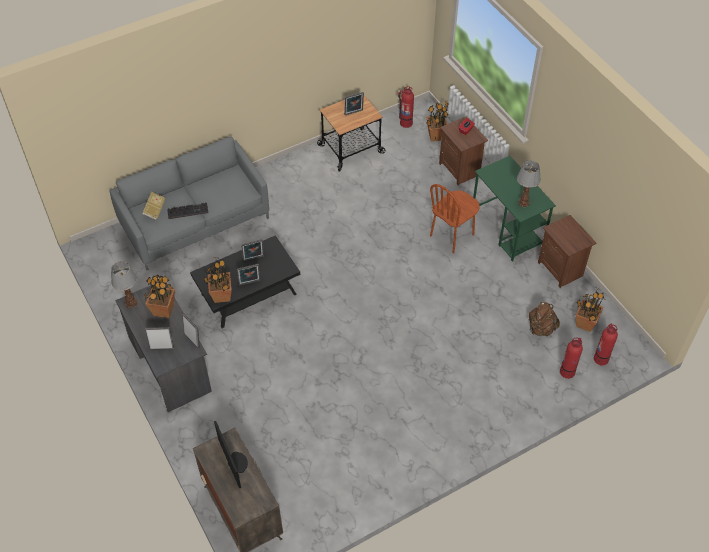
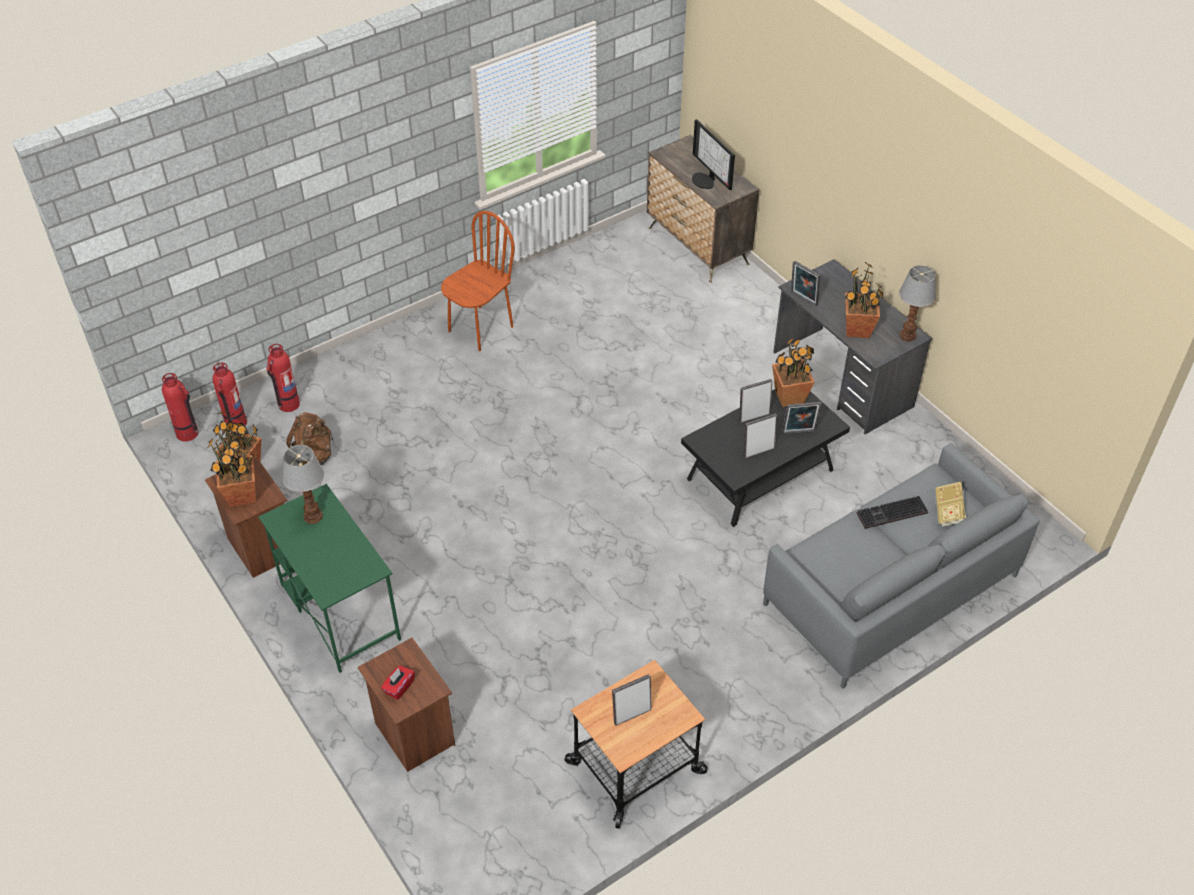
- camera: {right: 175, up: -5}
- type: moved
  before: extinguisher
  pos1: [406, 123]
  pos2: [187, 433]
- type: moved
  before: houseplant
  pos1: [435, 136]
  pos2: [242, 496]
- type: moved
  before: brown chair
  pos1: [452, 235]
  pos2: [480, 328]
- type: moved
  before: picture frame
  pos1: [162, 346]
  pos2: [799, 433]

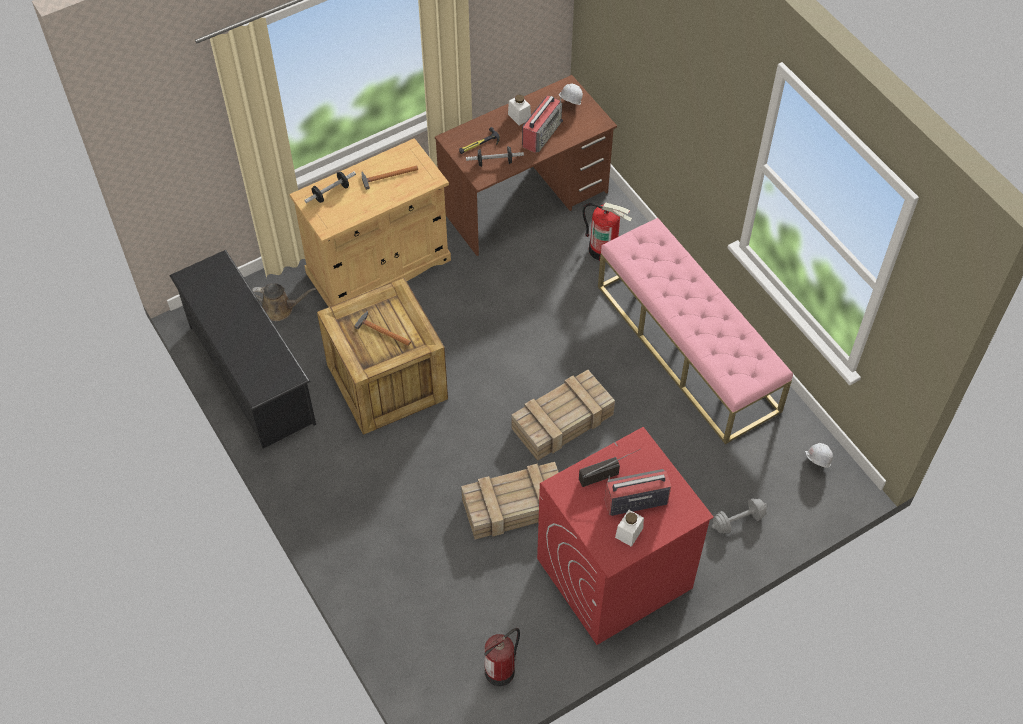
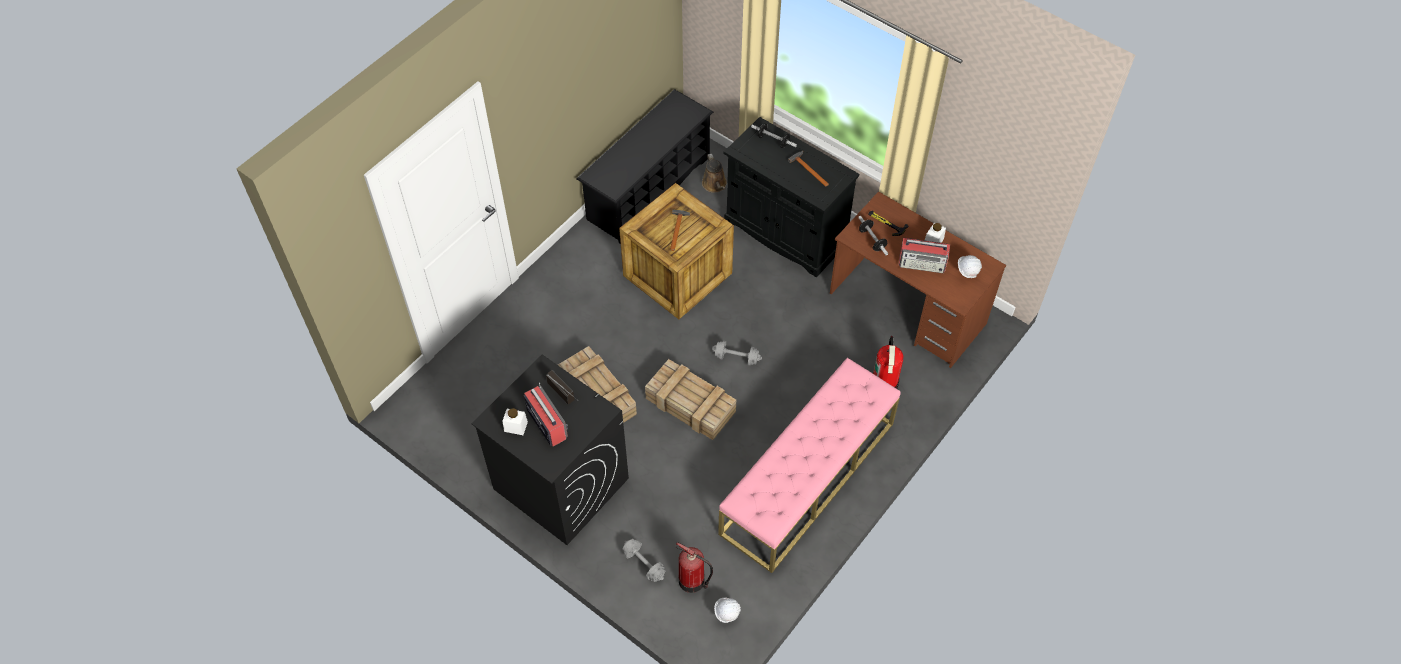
- camera: {right: 70, up: 0}
- type: recoloured
  before: sand-coloured cupboard
  after: blackish cupboard
  pos1: [379, 267]
  pos2: [785, 232]
- type: recoloured
  before: red washing machine
  after: blackish washing machine
  pos1: [614, 574]
  pos2: [560, 483]
- type: moved
  before: extinguisher
  pos1: [501, 670]
  pos2: [693, 581]
- type: added
  after: greyish hand weight
  pos2: [736, 358]

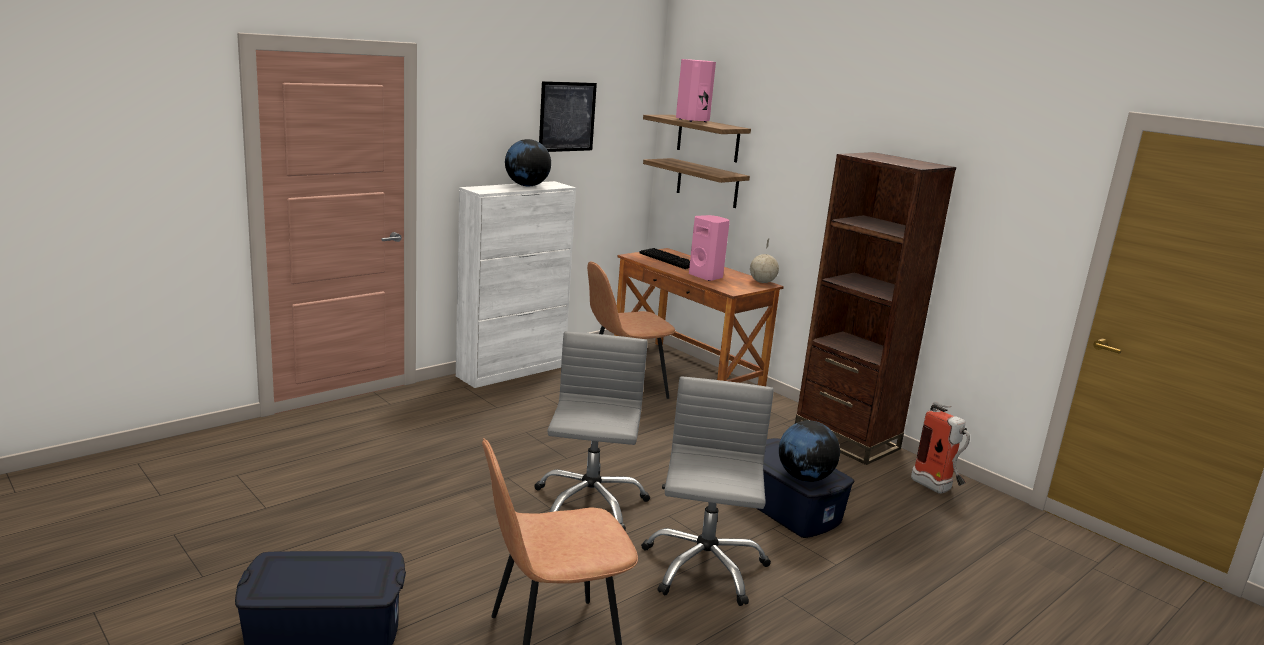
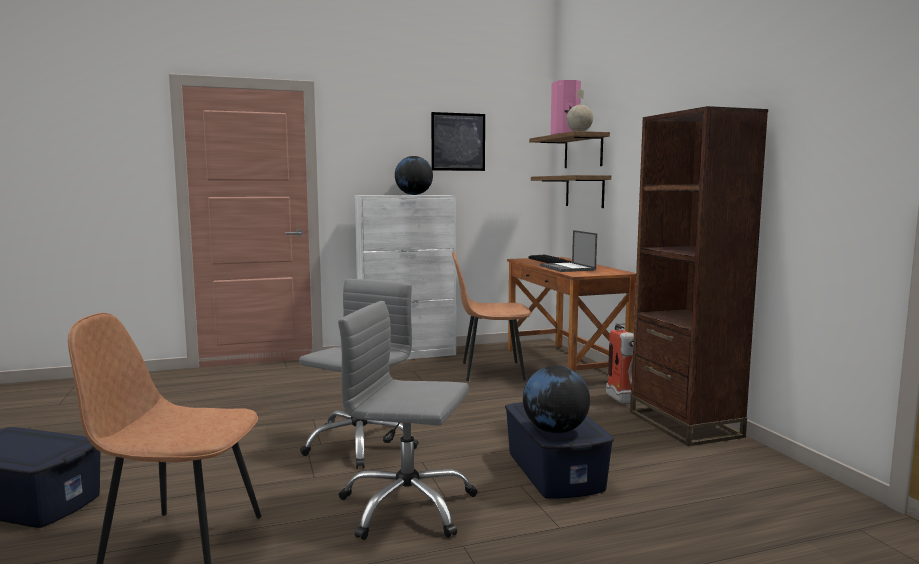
- camera: {right: 25, up: -10}
- type: replaced
  before: pink loudspeaker
  after: portable computer
  pos1: [706, 276]
  pos2: [568, 268]
- type: moved
  before: globe
  pos1: [762, 282]
  pos2: [579, 132]
- type: turned
  before: greyish office chair
  pos1: [703, 567]
  pos2: [407, 507]
  turn: -105
- type: moved
  before: extinguisher
  pos1: [937, 489]
  pos2: [623, 401]

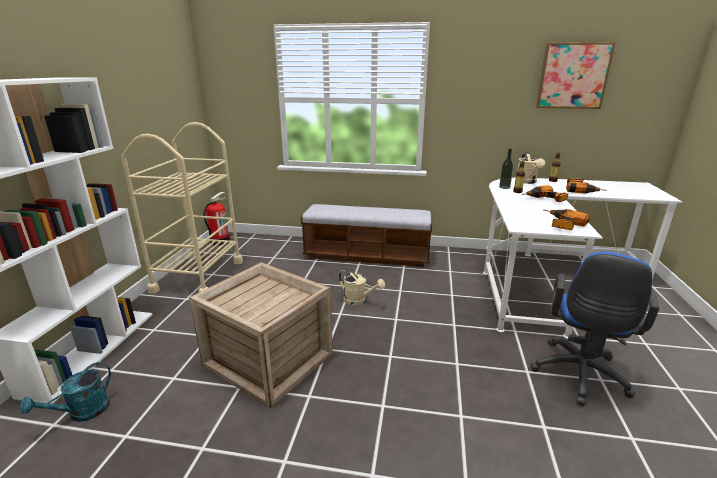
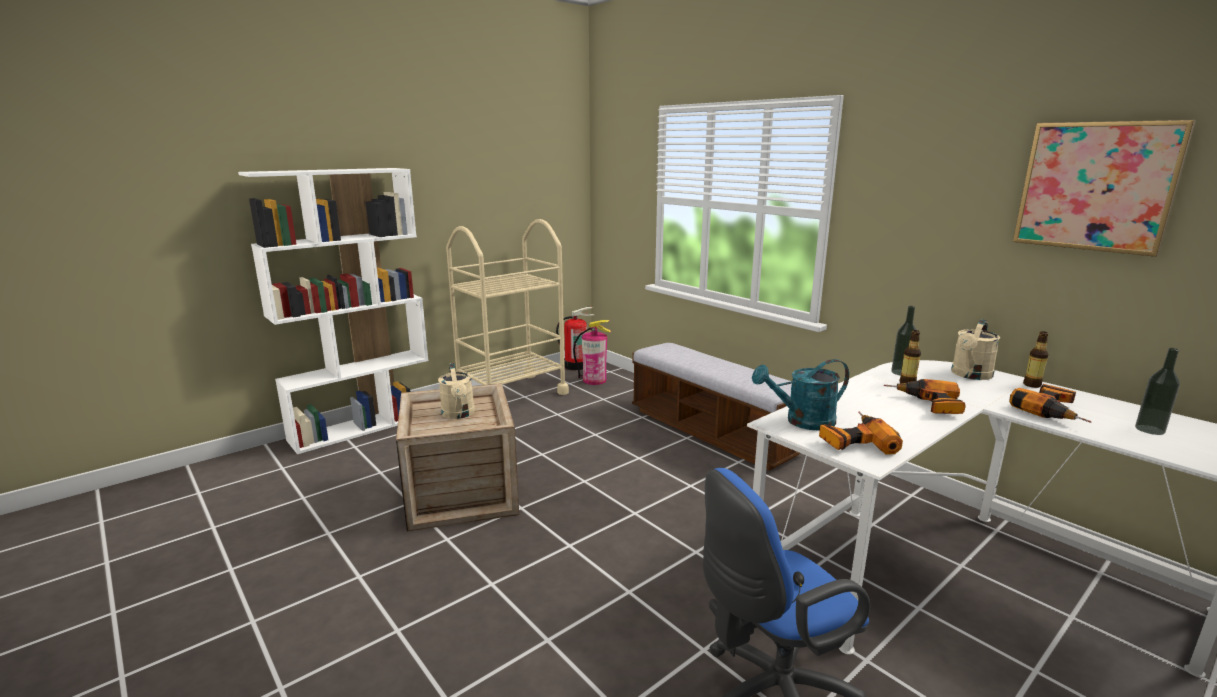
- camera: {right: 40, up: -5}
- type: moved
  before: sand-coloured watering pot
  pos1: [359, 300]
  pos2: [459, 414]
- type: moved
  before: blue-green watering pot
  pos1: [82, 413]
  pos2: [802, 422]
- type: added
  after: extinguisher
  pos2: [594, 380]
- type: added
  after: drink bottle
  pos2: [1149, 429]

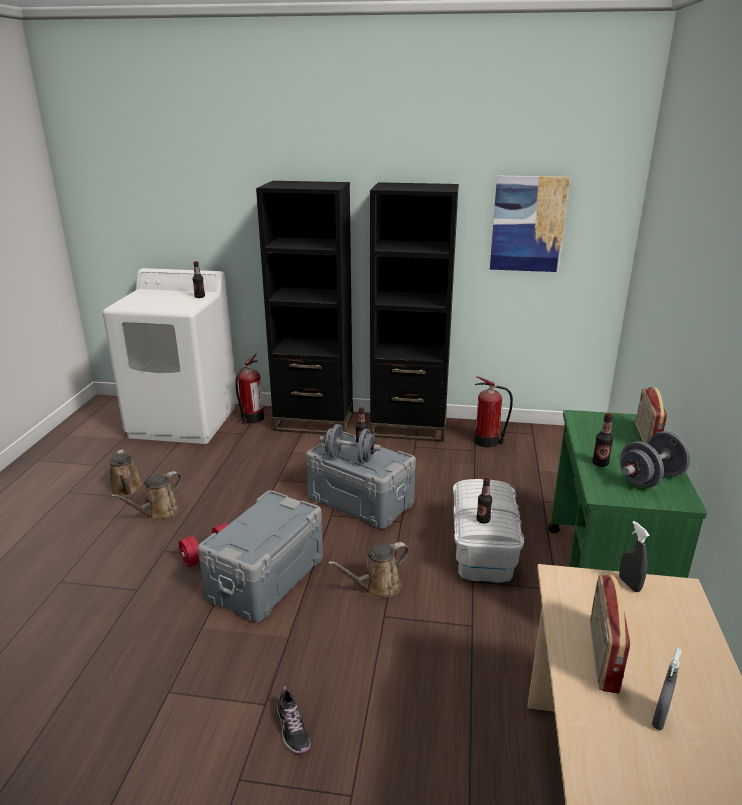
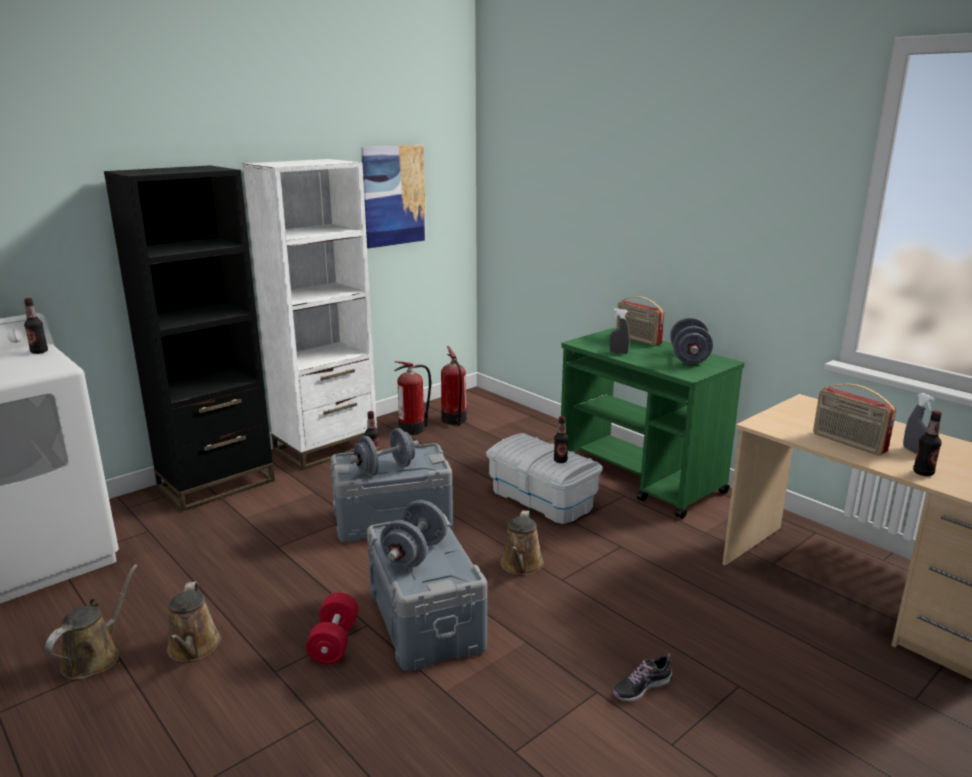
- camera: {right: -50, up: -5}
- type: recoloured
  before: blackish shelving unit
  after: white-coloured shelving unit
  pos1: [409, 427]
  pos2: [326, 447]
- type: moved
  before: extinguisher
  pos1: [251, 419]
  pos2: [454, 420]
- type: moved
  before: drink bottle
  pos1: [600, 463]
  pos2: [923, 473]
- type: turned
  before: brown watering pot
  pos1: [127, 490]
  pos2: [95, 657]
  turn: -90
- type: moved
  before: greyish spray bottle
  pos1: [629, 584]
  pos2: [618, 353]
- type: turned
  before: shoe
  pos1: [292, 729]
  pos2: [641, 687]
  turn: 135
- type: added
  after: greyish hand weight
  pos2: [415, 554]

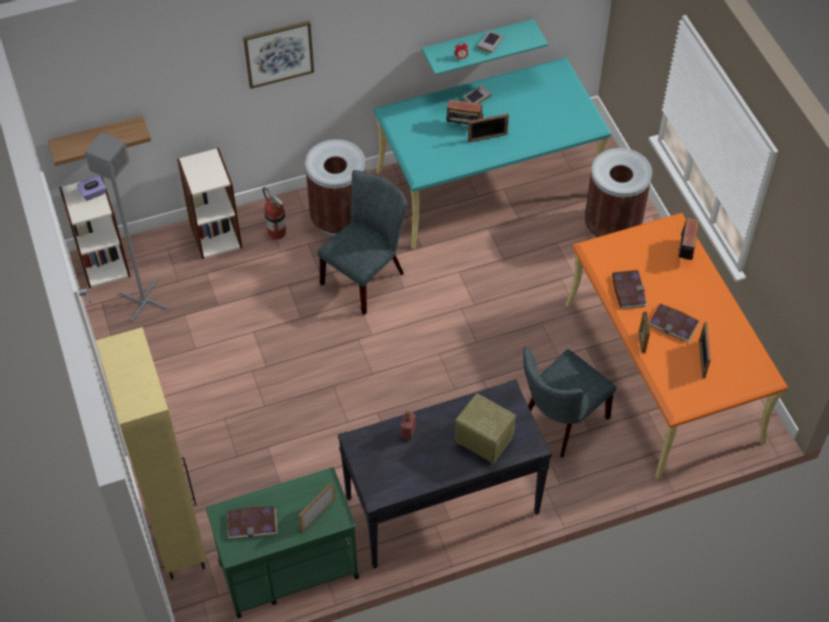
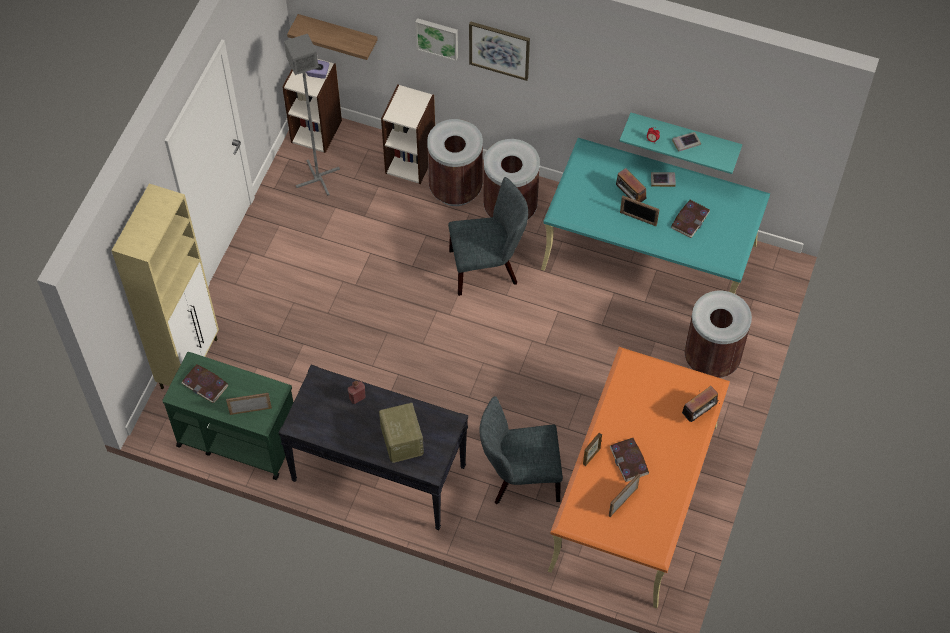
- camera: {right: 40, up: 5}
- type: replaced
  before: extinguisher
  after: brown trash can
  pos1: [277, 232]
  pos2: [455, 189]
- type: moved
  before: book
  pos1: [628, 291]
  pos2: [690, 219]
- type: added
  after: wall picture
  pos2: [437, 37]

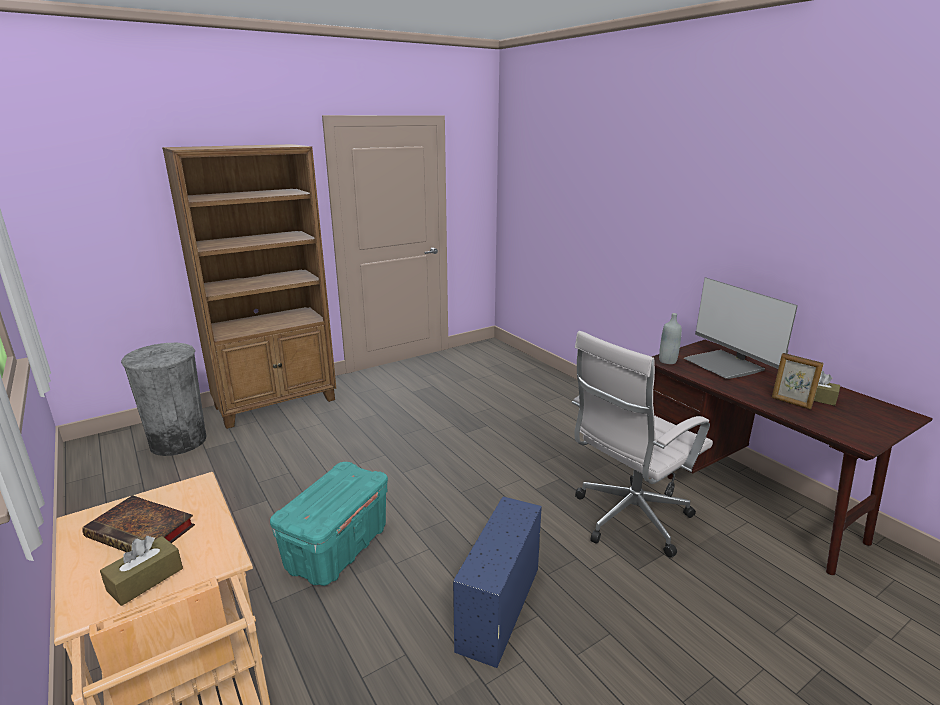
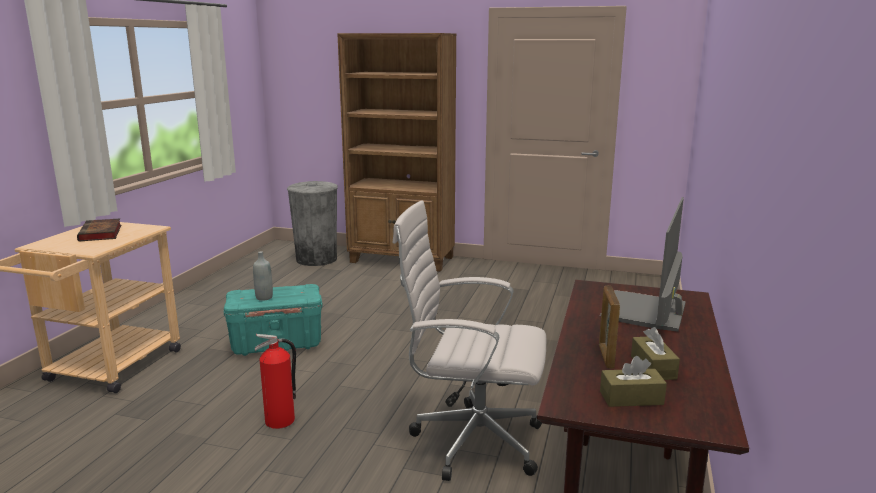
- camera: {right: 50, up: -5}
- type: moved
  before: greyish drink bottle
  pos1: [667, 361]
  pos2: [264, 297]
- type: replaced
  before: blue-coloured storage box
  after: extinguisher
  pos1: [498, 609]
  pos2: [280, 421]
- type: moved
  before: brown tissue holder
  pos1: [145, 579]
  pos2: [631, 398]

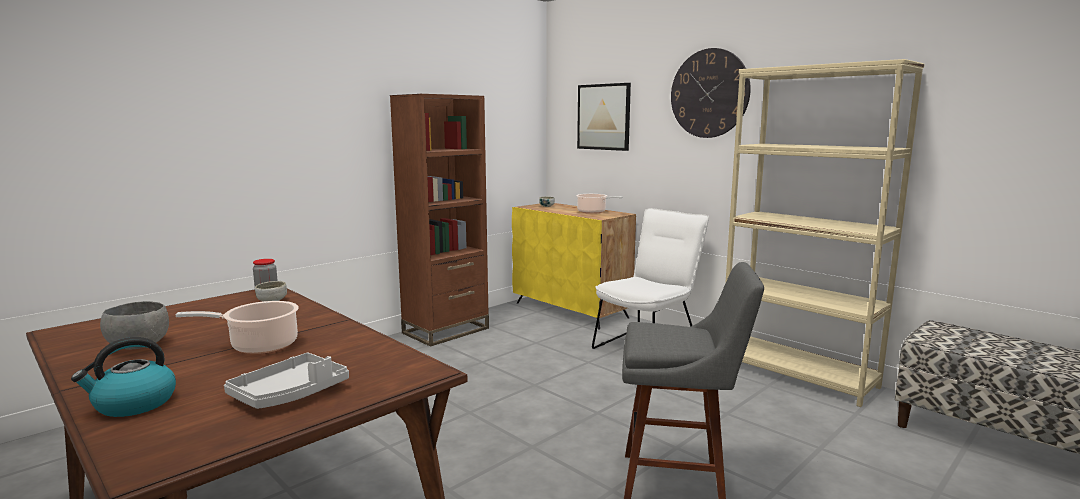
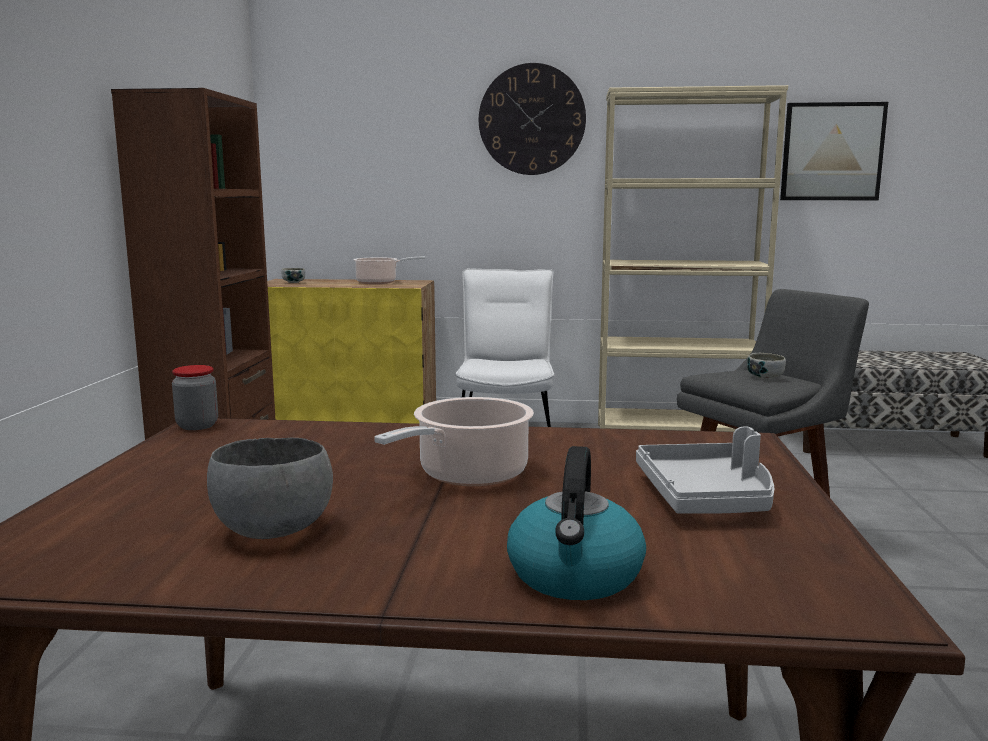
- camera: {right: -40, up: 0}
- type: moved
  before: wall picture
  pos1: [603, 117]
  pos2: [832, 152]
- type: moved
  before: deep dish
  pos1: [272, 301]
  pos2: [765, 377]

